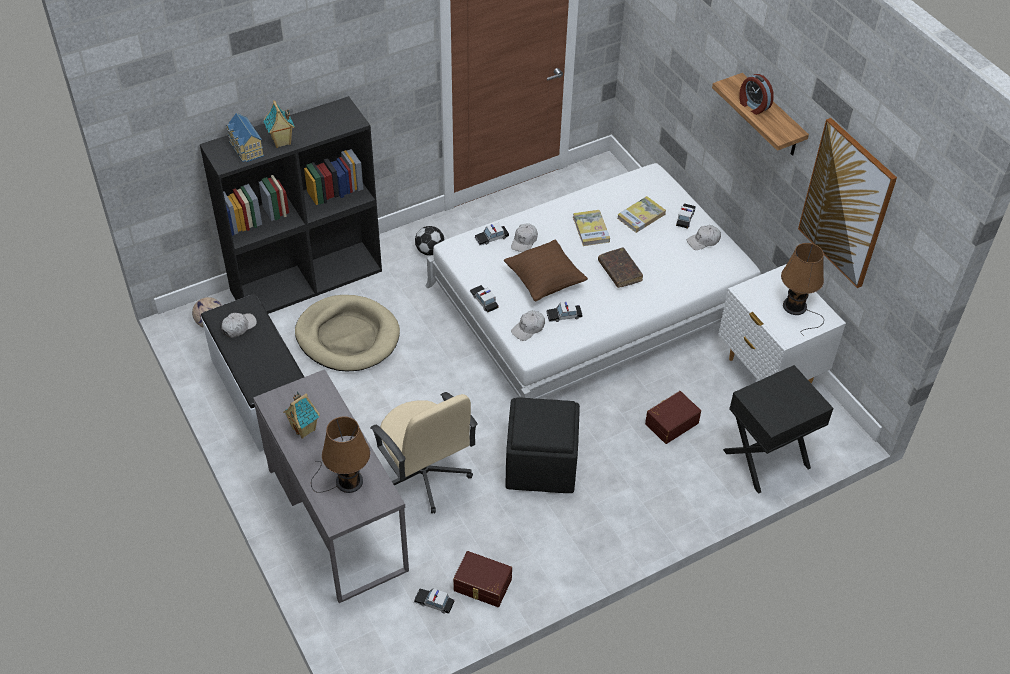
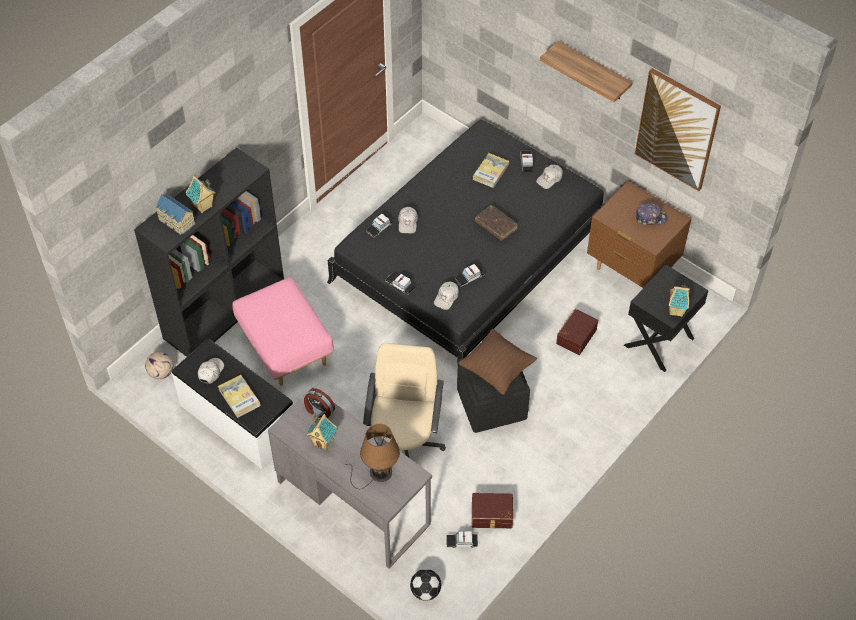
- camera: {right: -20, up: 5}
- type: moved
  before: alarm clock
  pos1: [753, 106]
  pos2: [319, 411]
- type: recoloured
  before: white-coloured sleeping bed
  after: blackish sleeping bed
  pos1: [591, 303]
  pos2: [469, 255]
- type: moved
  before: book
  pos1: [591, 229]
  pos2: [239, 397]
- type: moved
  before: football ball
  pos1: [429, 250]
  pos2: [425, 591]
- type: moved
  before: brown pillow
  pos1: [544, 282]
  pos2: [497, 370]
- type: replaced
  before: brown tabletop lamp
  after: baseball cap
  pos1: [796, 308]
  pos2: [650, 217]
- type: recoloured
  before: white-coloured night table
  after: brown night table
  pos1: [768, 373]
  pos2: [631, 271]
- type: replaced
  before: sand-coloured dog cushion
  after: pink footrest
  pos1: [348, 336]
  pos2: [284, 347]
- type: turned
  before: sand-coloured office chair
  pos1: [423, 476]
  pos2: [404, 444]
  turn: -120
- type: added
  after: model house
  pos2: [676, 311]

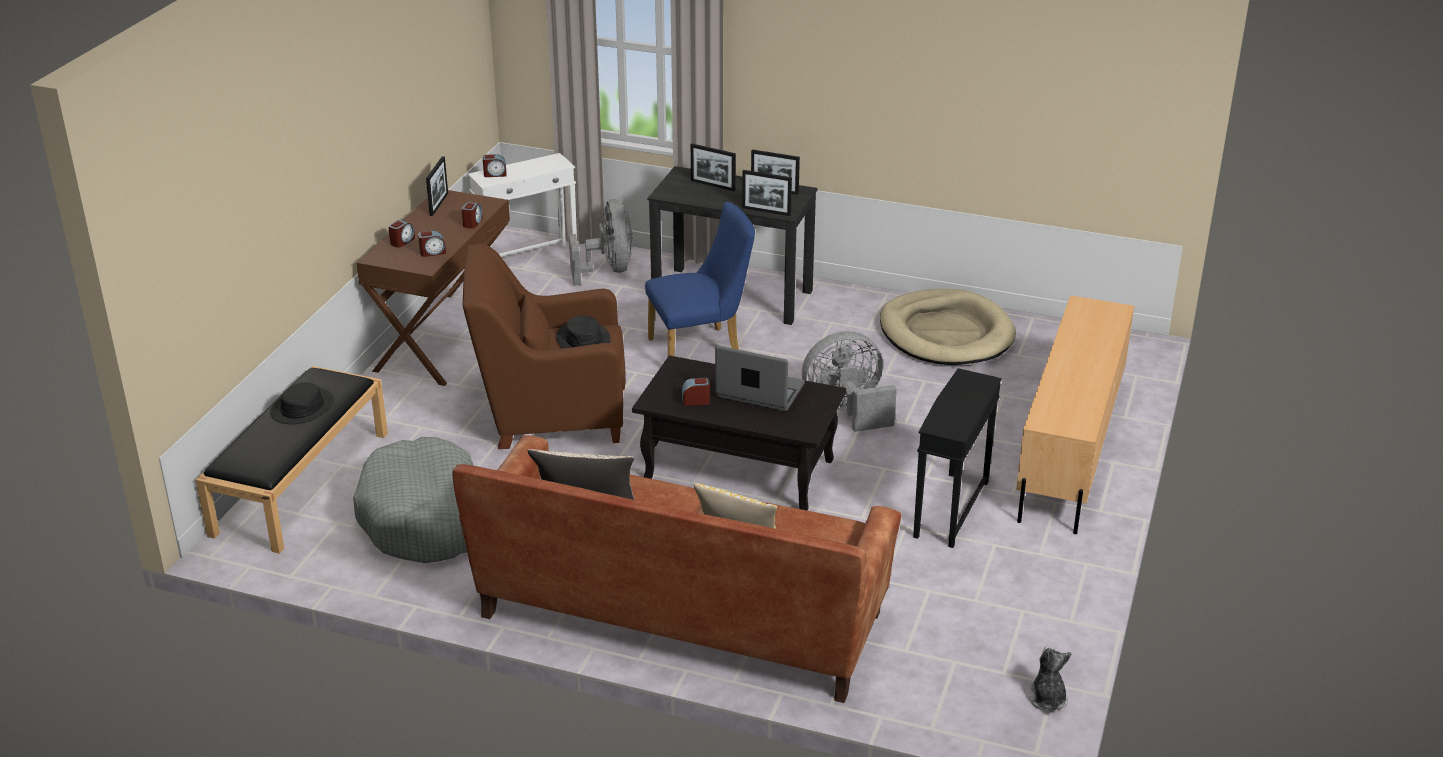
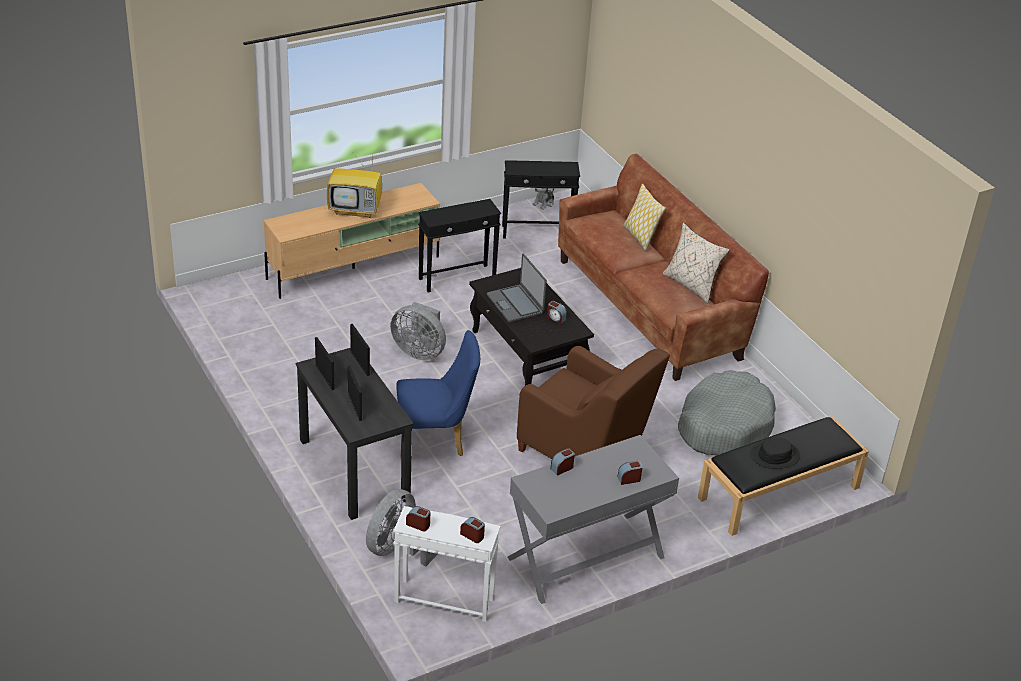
- camera: {right: -140, up: 5}
- type: removed
  before: picture frame
  pos1: [439, 204]
- type: recoloured
  before: brown narrow table
  after: greyish narrow table
  pos1: [445, 337]
  pos2: [586, 558]
- type: turned
  before: blue-coloured chair
  pos1: [702, 349]
  pos2: [436, 440]
  turn: 150
- type: moved
  before: alarm clock
  pos1: [432, 252]
  pos2: [418, 524]
- type: removed
  before: sand-coloured dog cushion
  pos1: [945, 333]
- type: removed
  before: blackish clothing hat
  pos1: [583, 339]
- type: added
  after: TV set
  pos2: [356, 210]
- type: added
  after: blackish end table
  pos2: [537, 232]

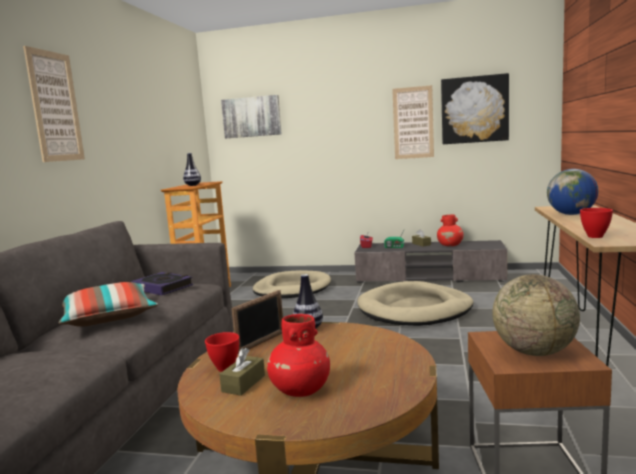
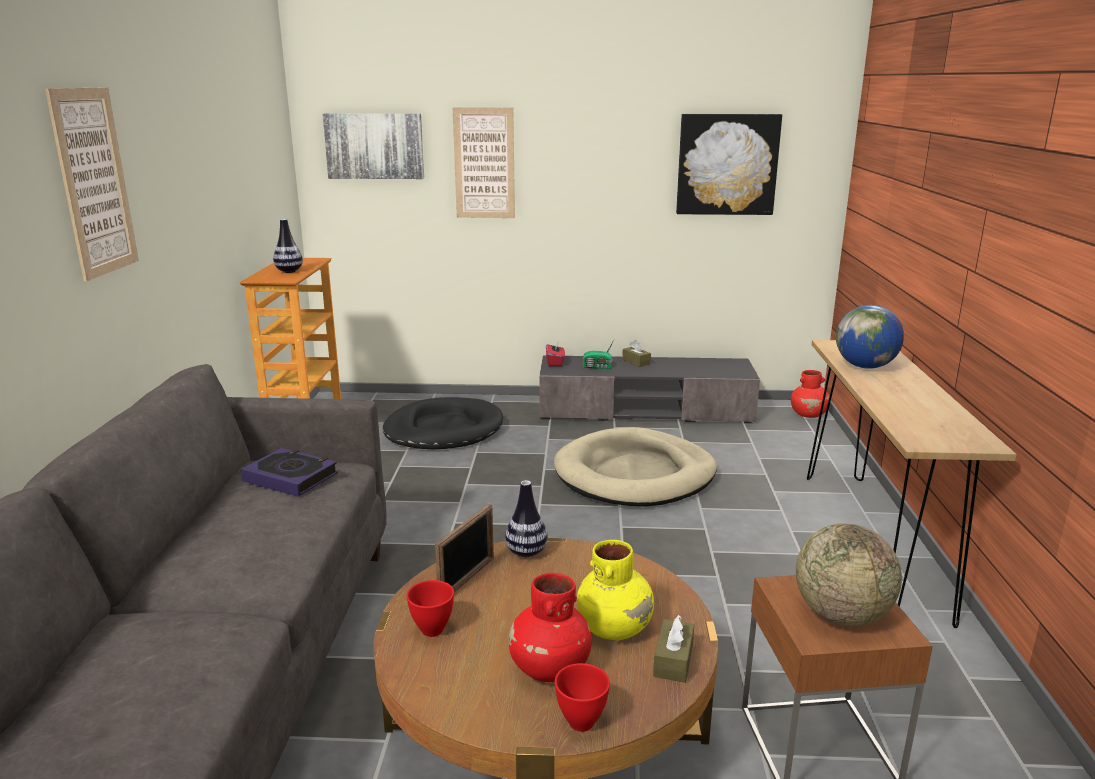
- camera: {right: -10, up: 10}
- type: moved
  before: wall picture
  pos1: [413, 123]
  pos2: [484, 163]
- type: moved
  before: red deep dish
  pos1: [594, 236]
  pos2: [580, 722]
- type: moved
  before: red decorative vase
  pos1: [450, 245]
  pos2: [809, 415]
- type: recoloured
  before: sand-coloured dog cushion
  after: blackish dog cushion
  pos1: [292, 289]
  pos2: [443, 429]
- type: removed
  before: pillow
  pos1: [108, 317]
- type: moved
  before: brown tissue holder
  pos1: [243, 383]
  pos2: [673, 660]
- type: added
  after: yellowish decorative vase
  pos2: [615, 628]

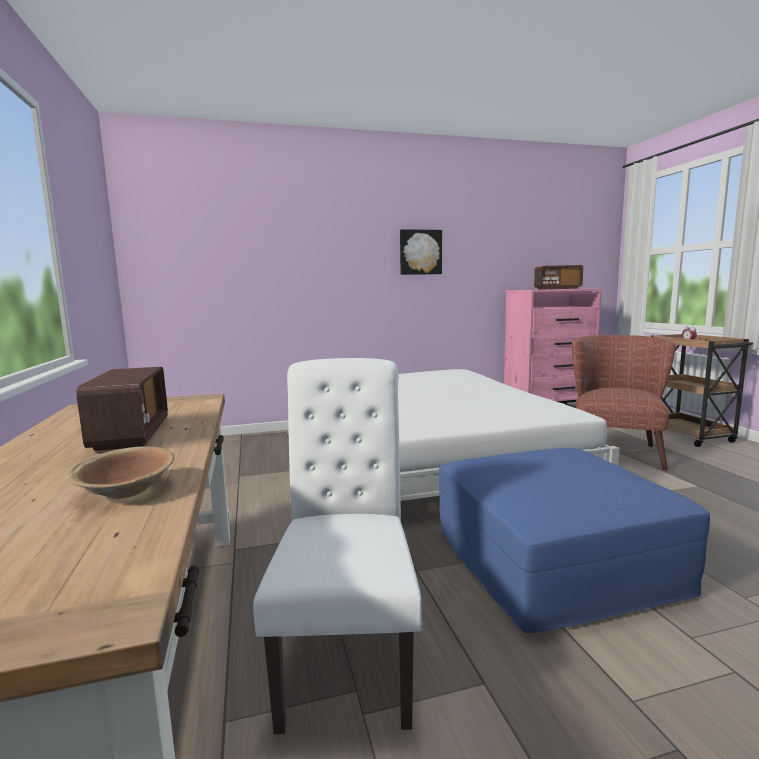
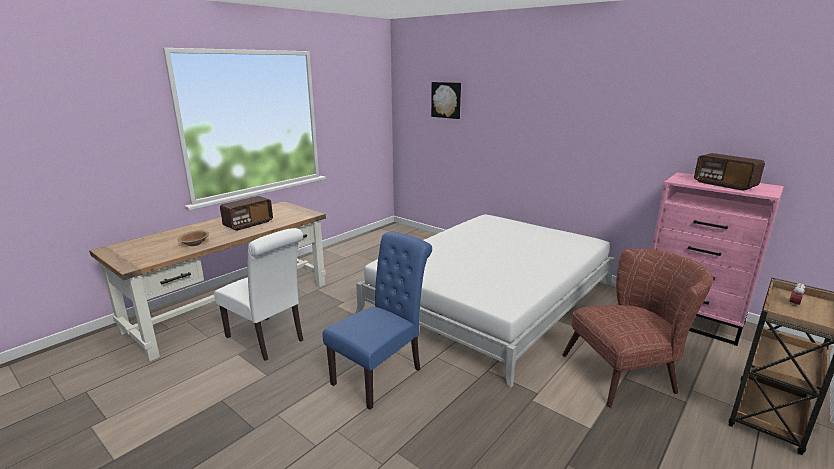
- camera: {right: 55, up: 10}
- type: moved
  before: wall picture
  pos1: [420, 252]
  pos2: [446, 100]
- type: turned
  before: white-coloured chair
  pos1: [348, 650]
  pos2: [268, 340]
  turn: 75
- type: replaced
  before: blue-coloured footrest
  after: blue-coloured chair
  pos1: [552, 560]
  pos2: [381, 374]

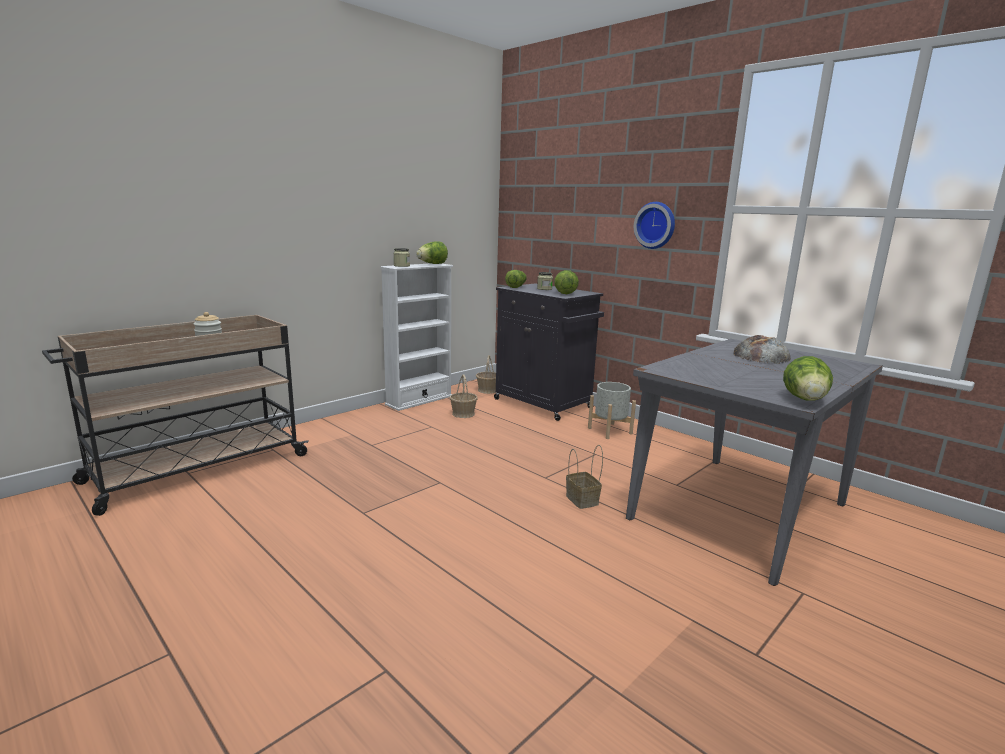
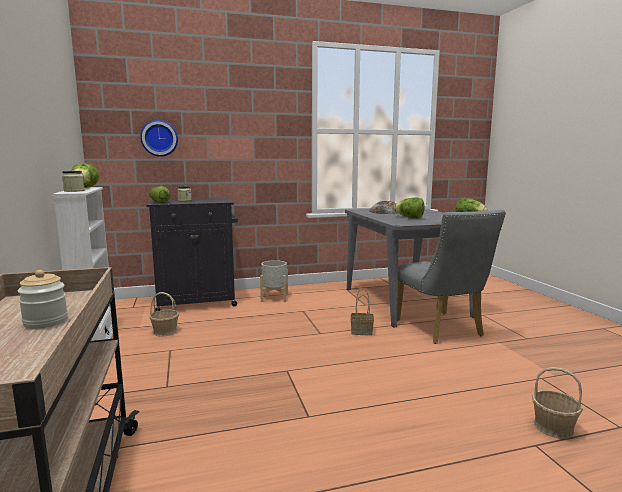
- camera: {right: -60, up: -5}
- type: moved
  before: wall clock
  pos1: [656, 225]
  pos2: [159, 138]
- type: moved
  before: lettuce
  pos1: [564, 293]
  pos2: [409, 218]
- type: moved
  before: basket
  pos1: [487, 390]
  pos2: [553, 427]
- type: added
  after: greyish chair
  pos2: [442, 330]

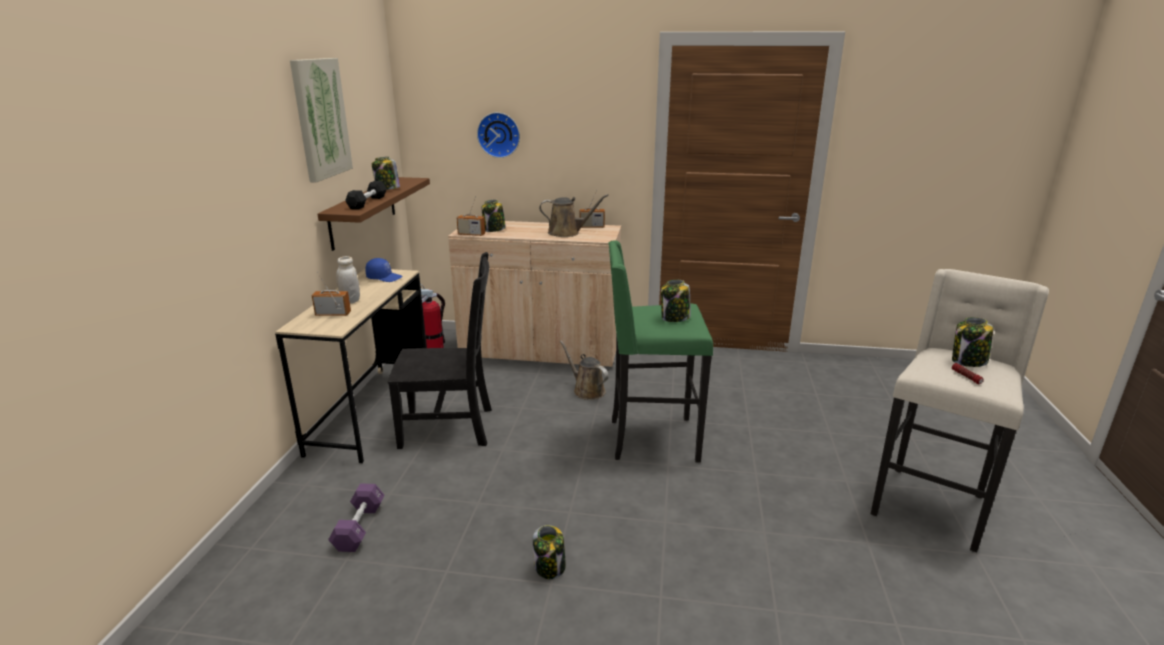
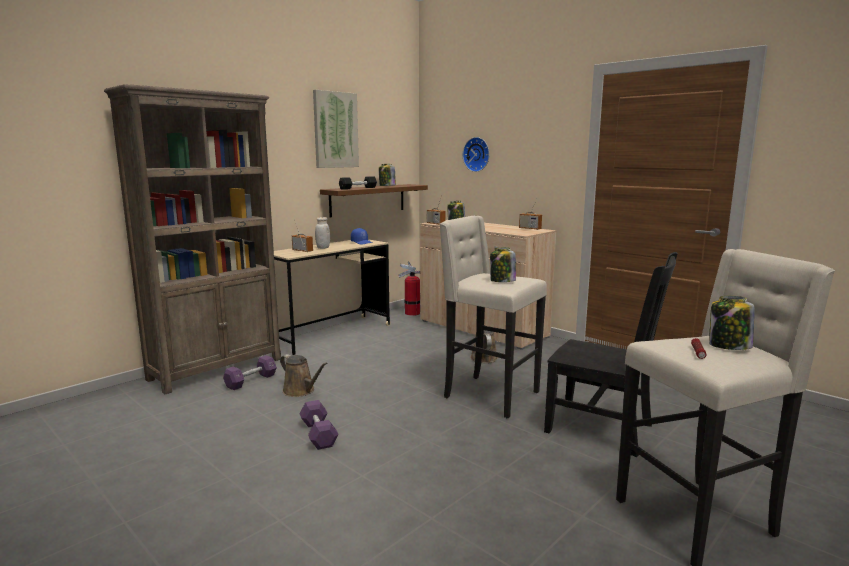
- camera: {right: 35, up: -10}
- type: moved
  before: brown watering pot
  pos1: [567, 233]
  pos2: [301, 391]
- type: recoloured
  before: greenish stool seat
  after: sand-coloured stool seat
  pos1: [651, 440]
  pos2: [489, 395]
- type: moved
  before: blackish chair
  pos1: [450, 427]
  pos2: [602, 429]
- type: replaced
  before: storage jar
  after: purple-coloured hand weight
  pos1: [550, 567]
  pos2: [318, 434]
- type: added
  after: brown shelving unit
  pos2: [217, 369]

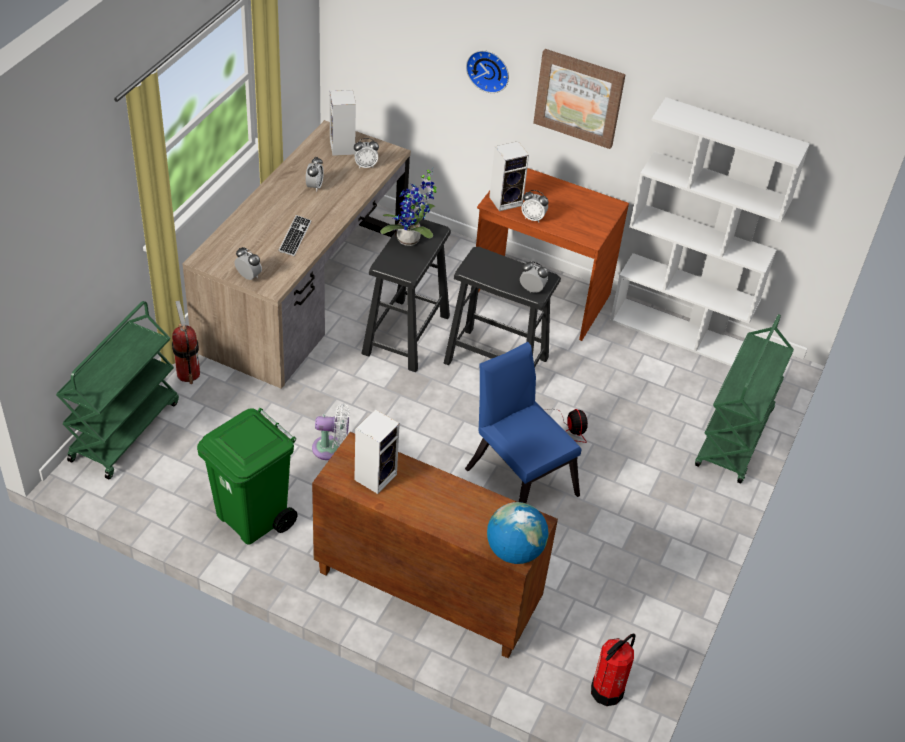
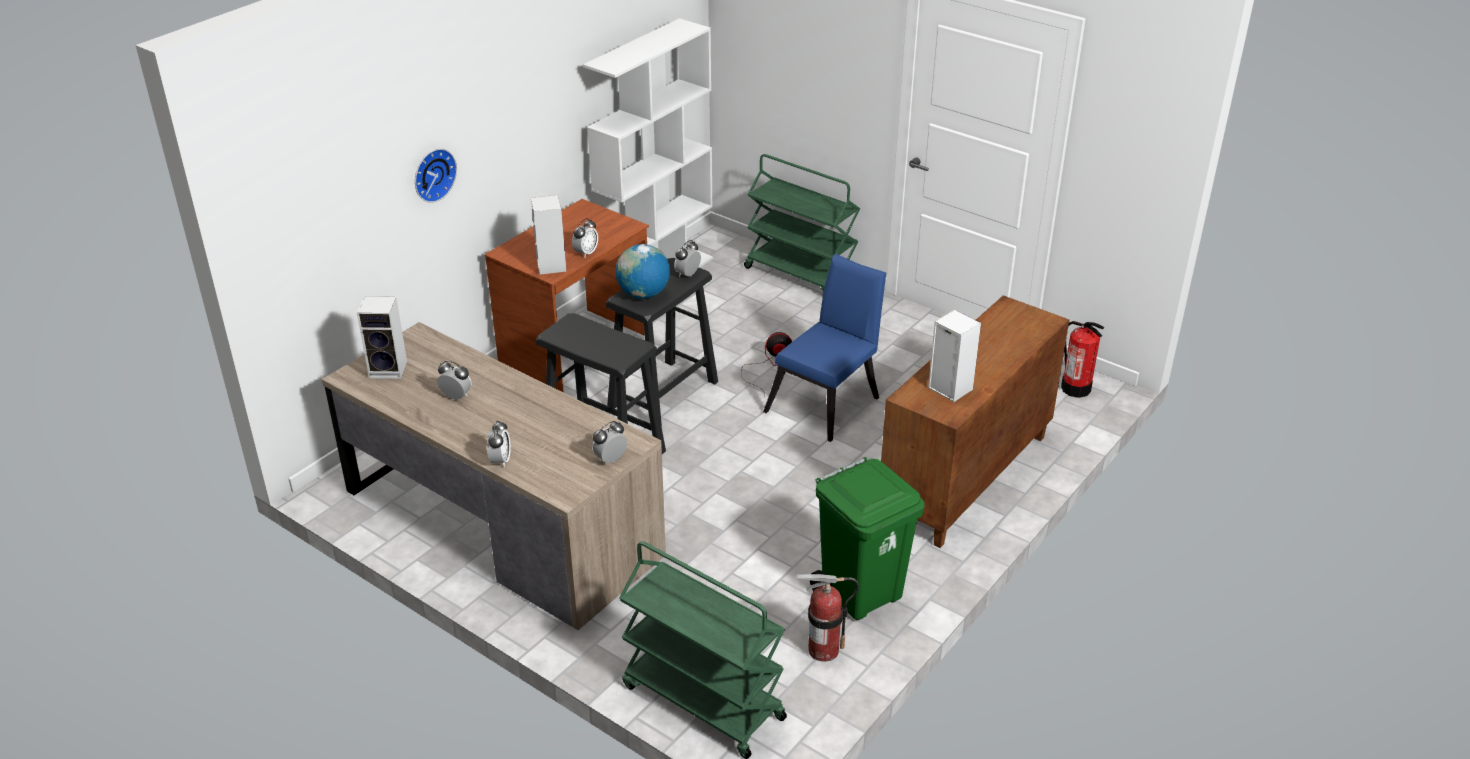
- camera: {right: -75, up: -10}
- type: removed
  before: wall picture
  pos1: [579, 97]
- type: moved
  before: alarm clock
  pos1: [365, 165]
  pos2: [500, 460]
- type: removed
  before: houseplant
  pos1: [411, 240]
- type: removed
  before: PC keyboard
  pos1: [295, 237]
- type: moved
  before: extinguisher
  pos1: [188, 373]
  pos2: [823, 650]
- type: turned
  before: blue-coloured chair
  pos1: [518, 476]
  pos2: [827, 401]
  turn: 150
- type: removed
  before: white-coloured cooling fan
  pos1: [331, 448]
- type: moved
  before: globe
  pos1: [514, 551]
  pos2: [643, 294]

